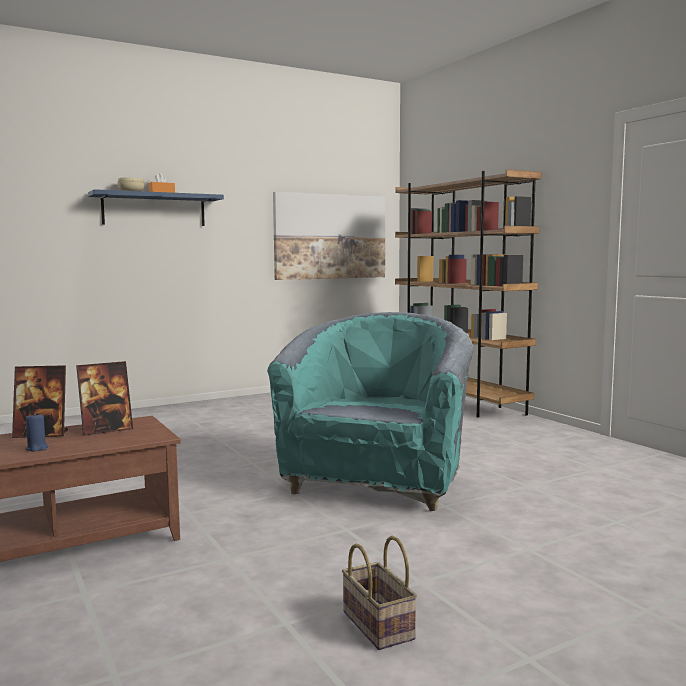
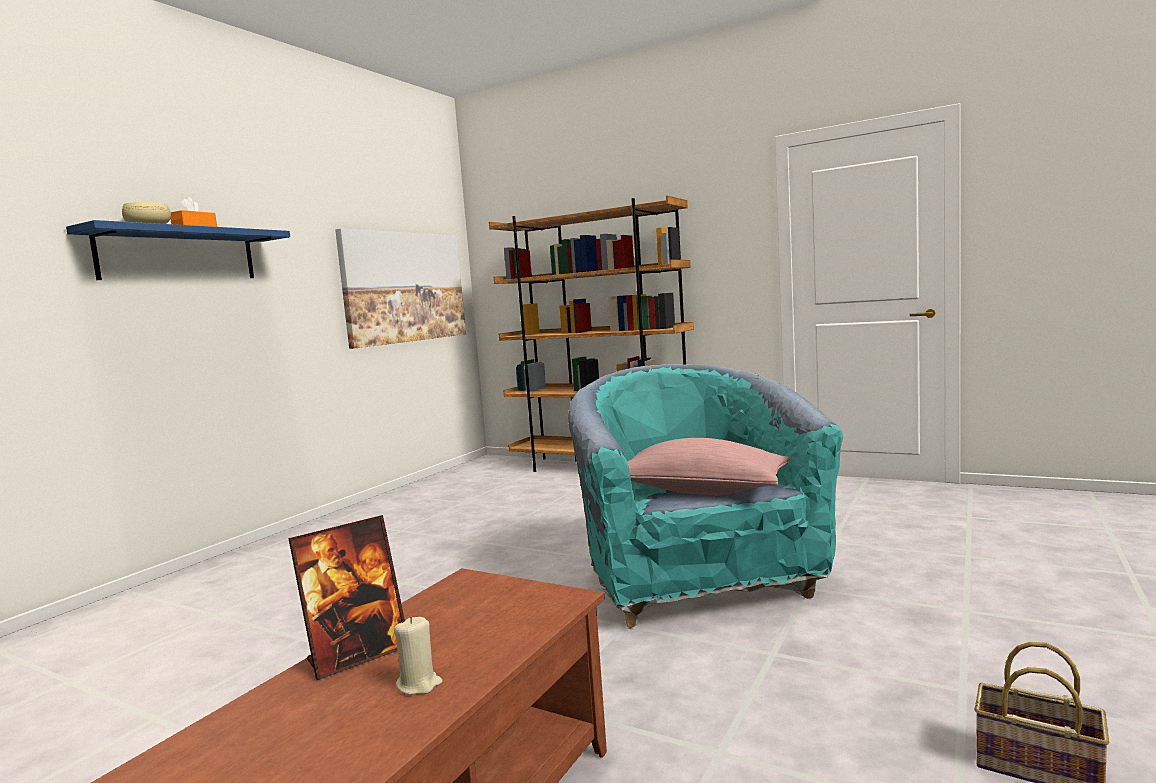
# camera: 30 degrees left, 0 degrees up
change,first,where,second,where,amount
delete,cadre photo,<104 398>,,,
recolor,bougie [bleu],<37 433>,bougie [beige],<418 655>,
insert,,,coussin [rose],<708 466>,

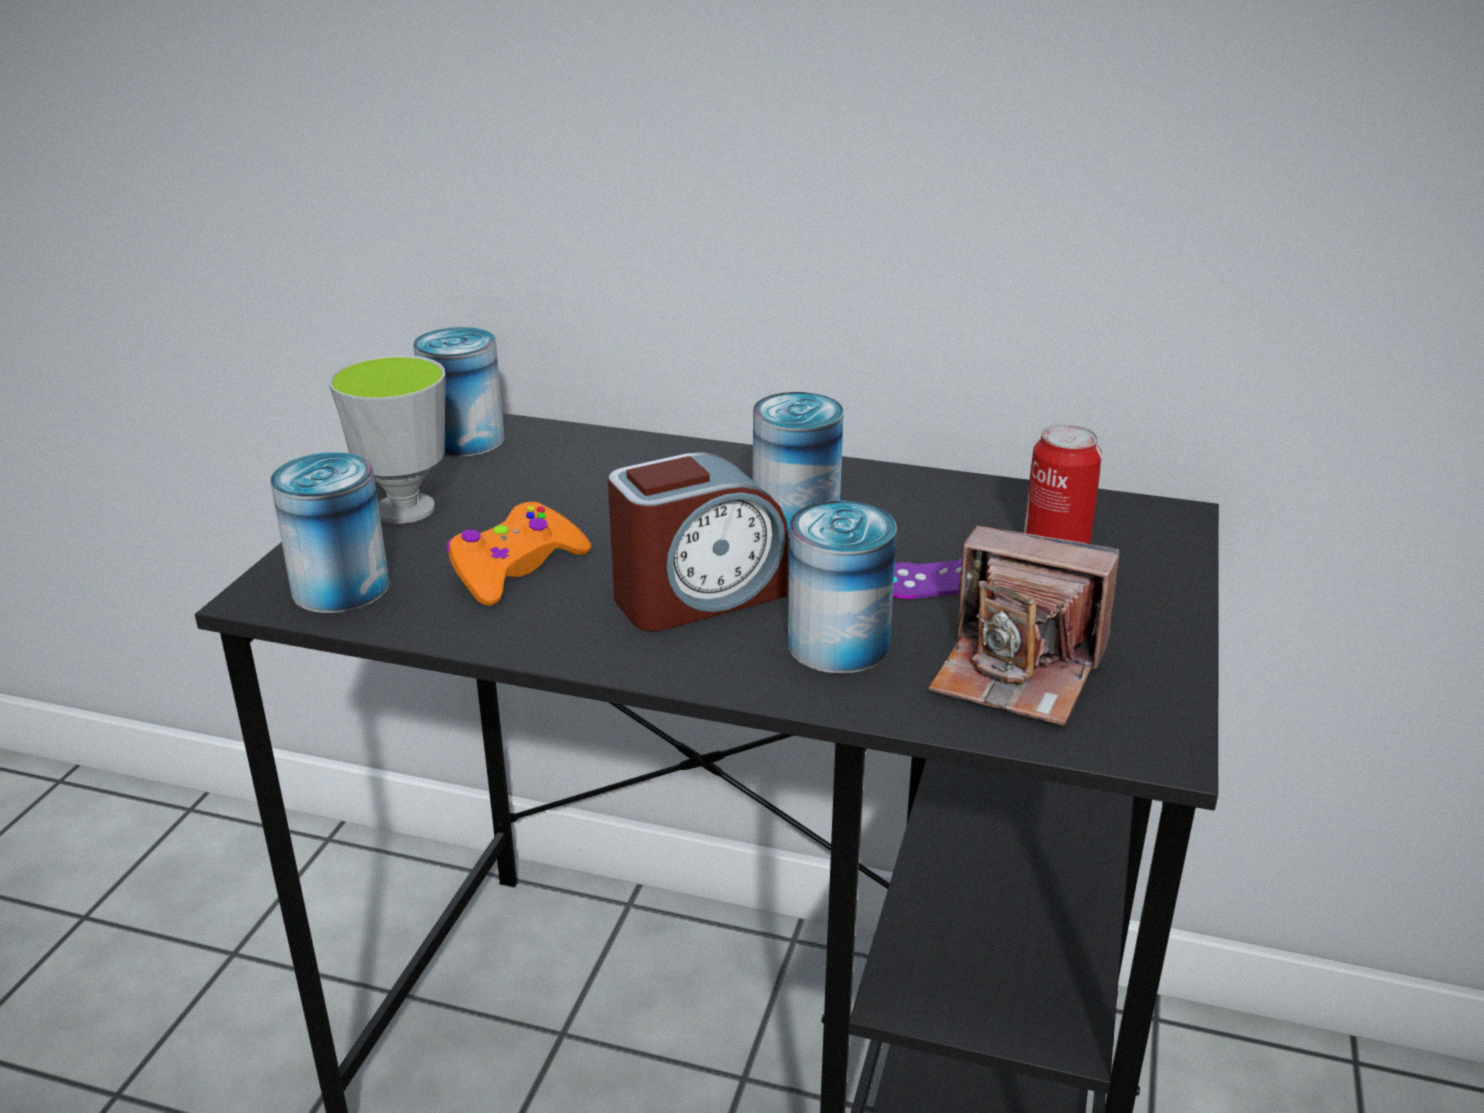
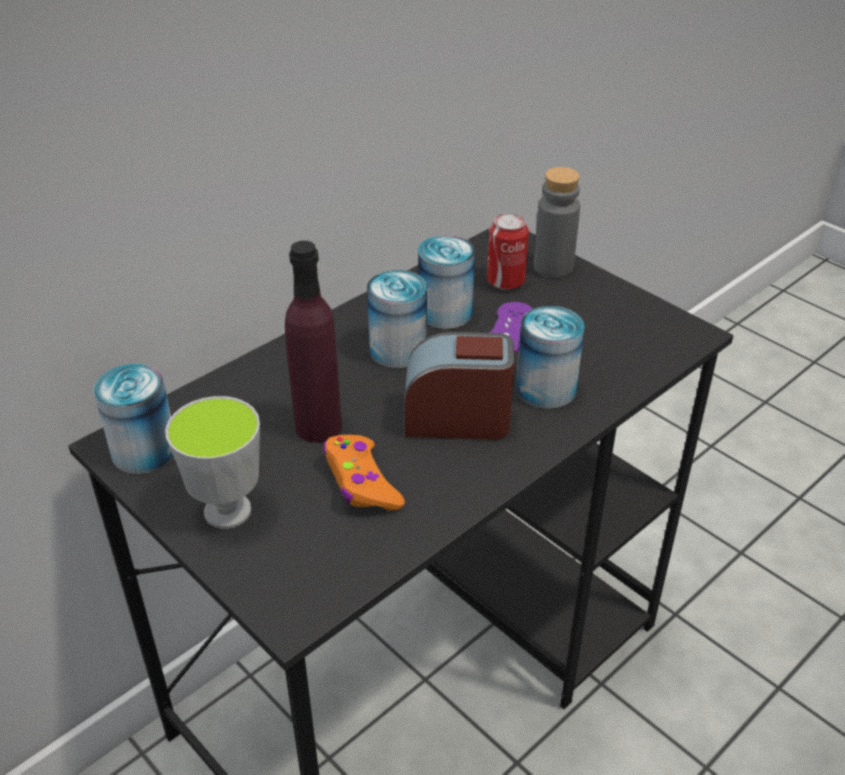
# camera: 60 degrees left, 10 degrees up
change,first,where,second,where,amount
move,boîte métallique,<330 532>,,<446 282>,
rotate,réveil,<698 541>,,<459 386>,90 degrees counterclockwise
delete,appareil photo,<1023 625>,,,
insert,,,bouteille [gris],<557 222>,
insert,,,bouteille [violet],<313 342>,

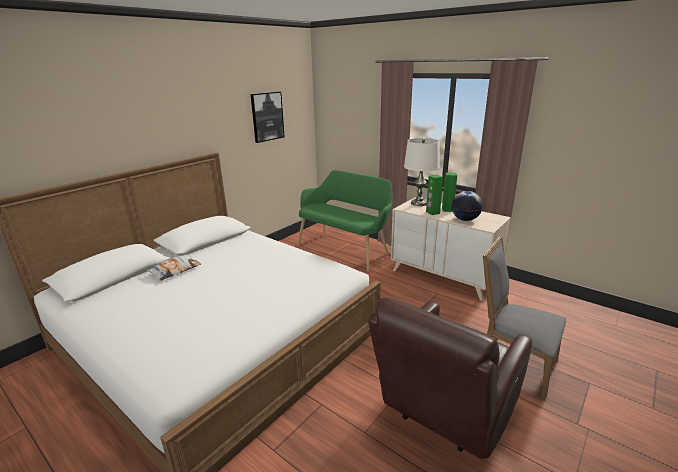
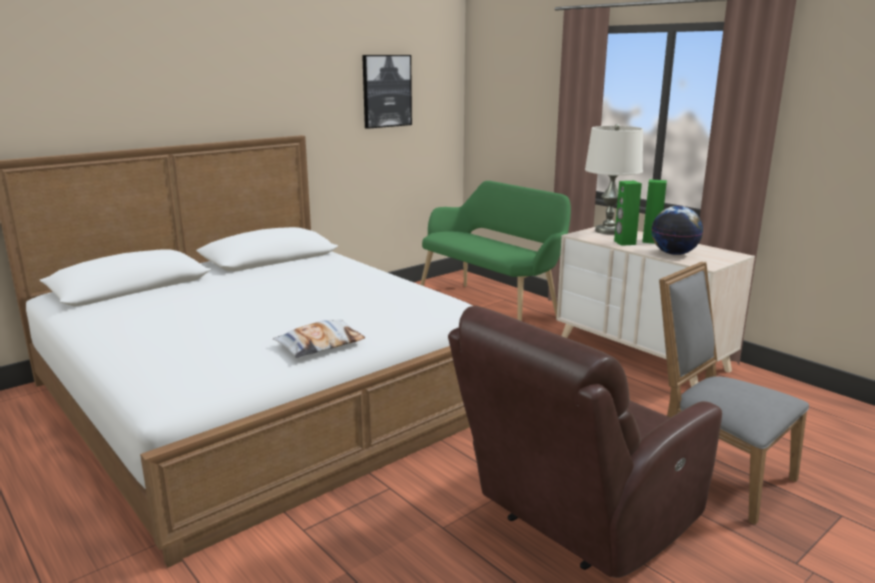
# camera: 10 degrees right, 5 degrees down
change,first,where,second,where,amount
move,coussin,<174 267>,,<319 339>,

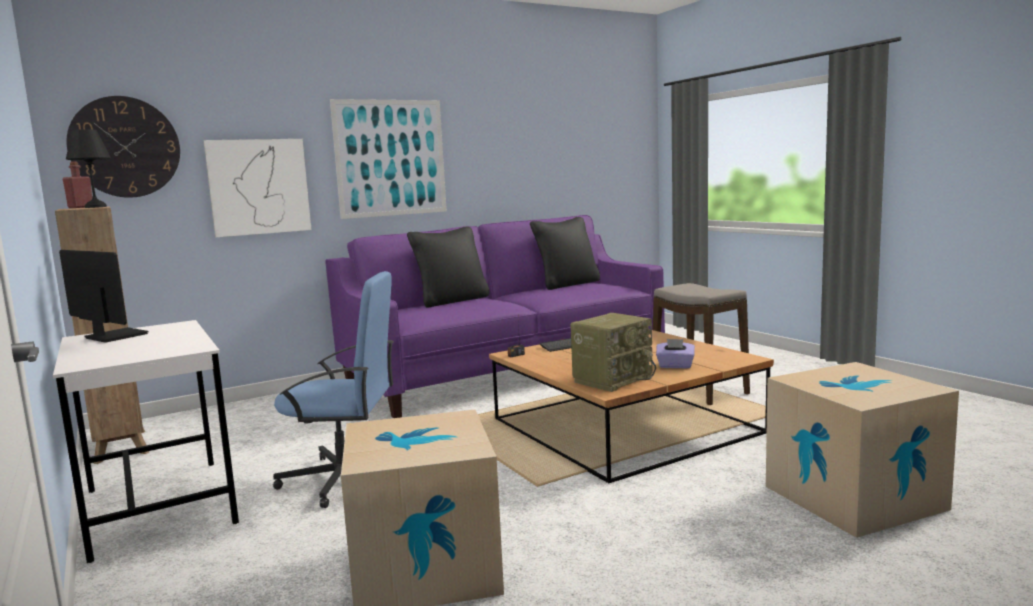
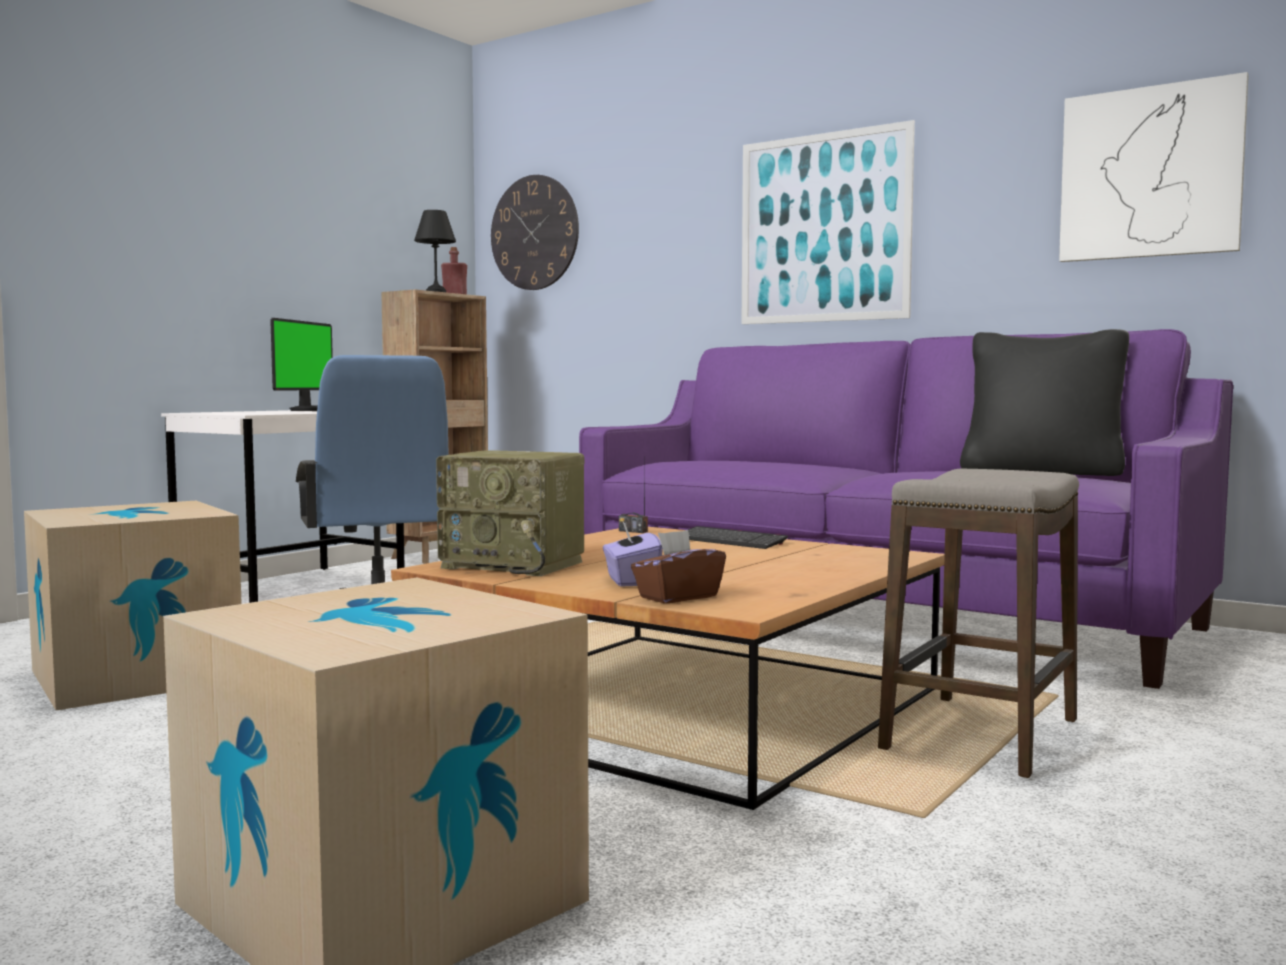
# camera: 65 degrees right, 5 degrees down
change,first,where,second,where,amount
move,tableau,<258 188>,,<1154 167>,
delete,coussin [noir],<448 267>,,,
insert,,,boîte à mouchoirs [marron],<678 566>,

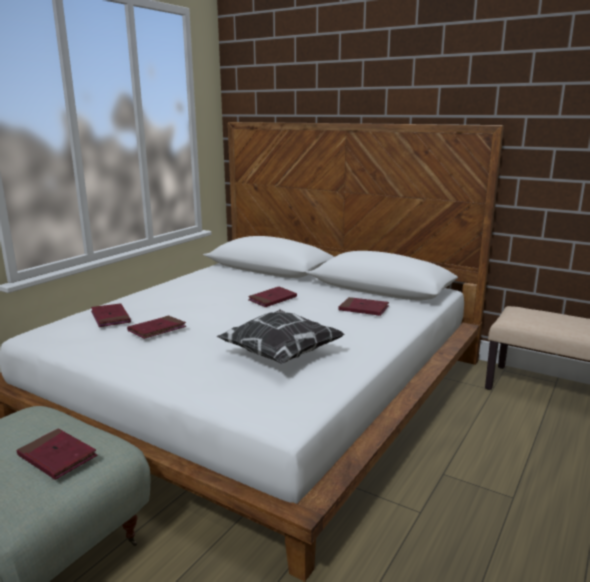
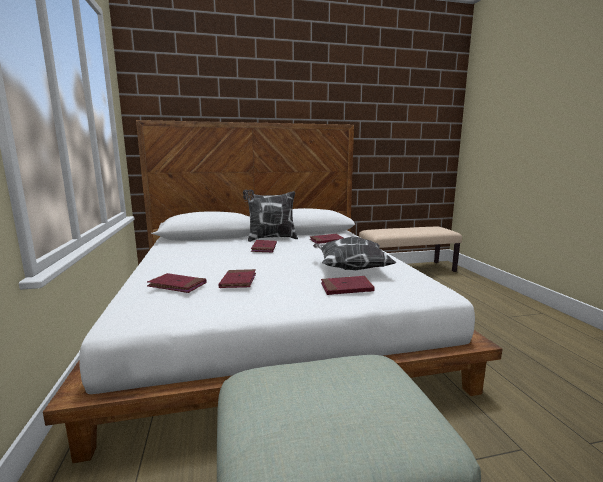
# camera: 45 degrees left, 5 degrees down
change,first,where,second,where,amount
move,livre [rouge],<57 454>,,<348 285>,
insert,,,coussin,<270 215>,

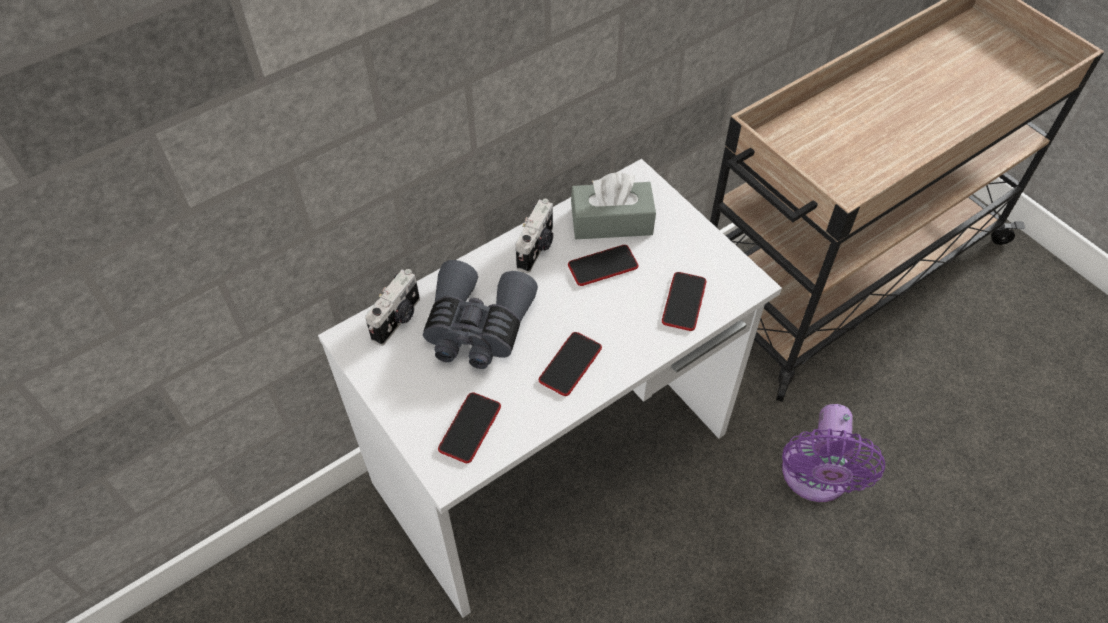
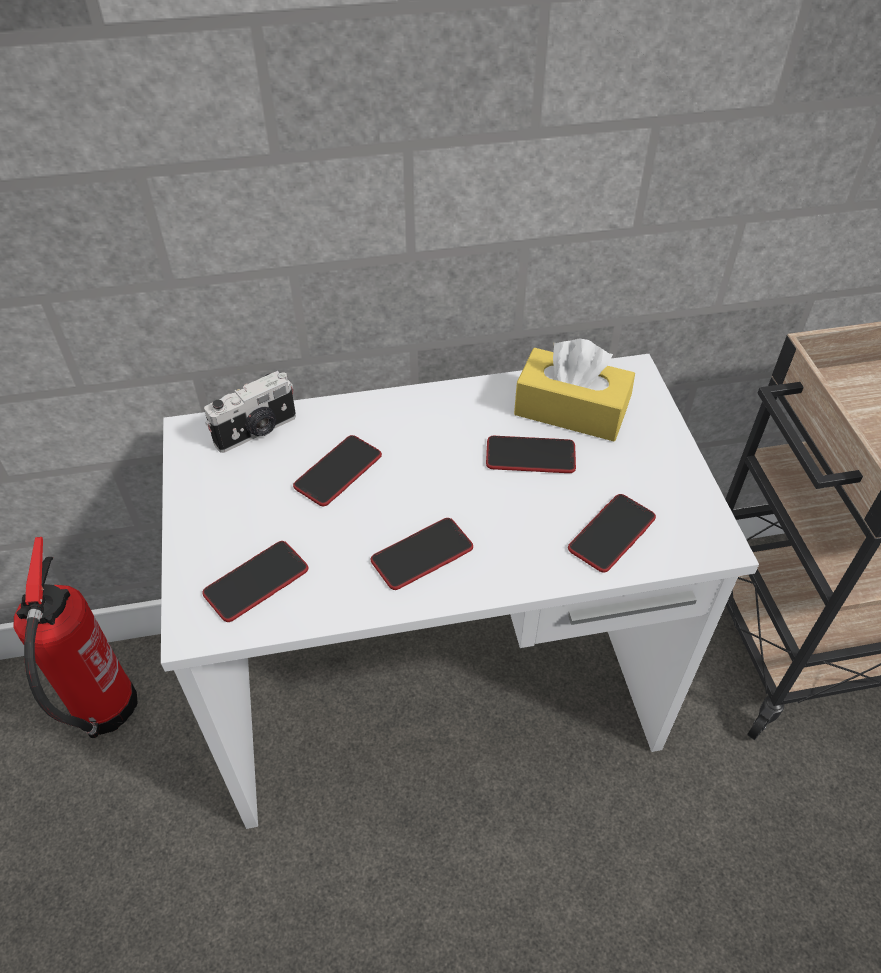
# camera: 25 degrees right, 5 degrees down
change,first,where,second,where,amount
recolor,boîte à mouchoirs [gris],<613 205>,boîte à mouchoirs [jaune],<574 390>,
delete,appareil photo,<534 236>,,,
replace,jumelles [gris],<480 314>,téléphone,<337 470>,
delete,ventilateur [violet],<833 453>,,,
insert,,,extincteur,<76 637>,

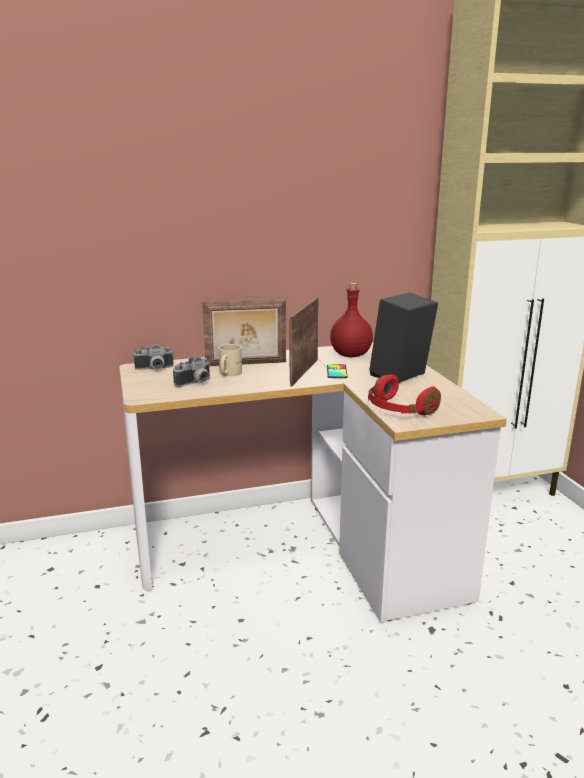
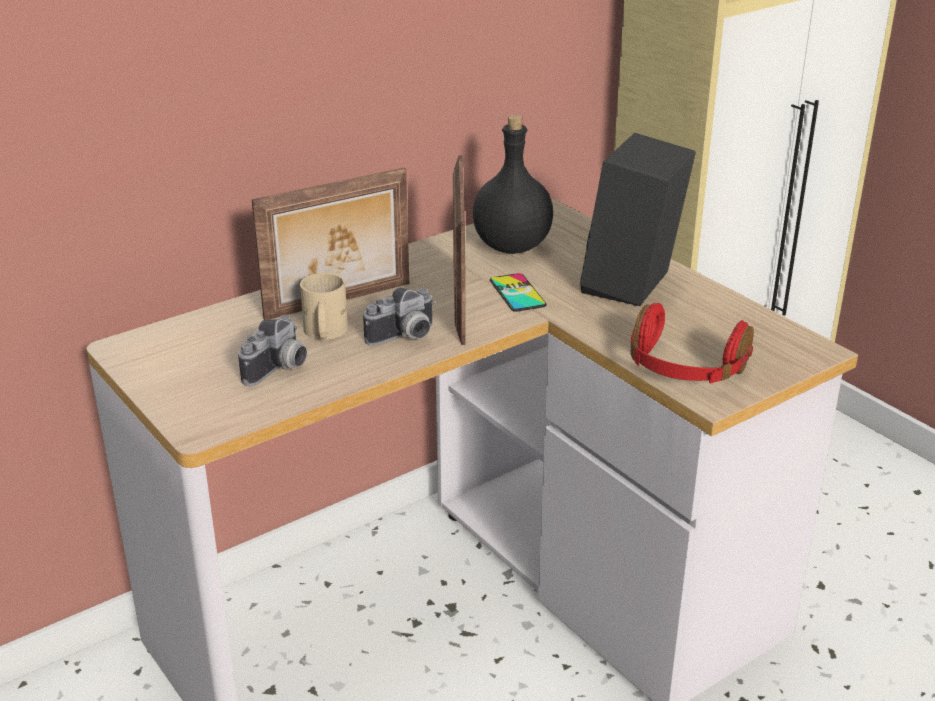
# camera: 20 degrees left, 10 degrees up
change,first,where,second,where,amount
recolor,bouteille [rouge],<351 320>,bouteille [noir],<513 184>,
move,appareil photo,<153 357>,,<399 316>,

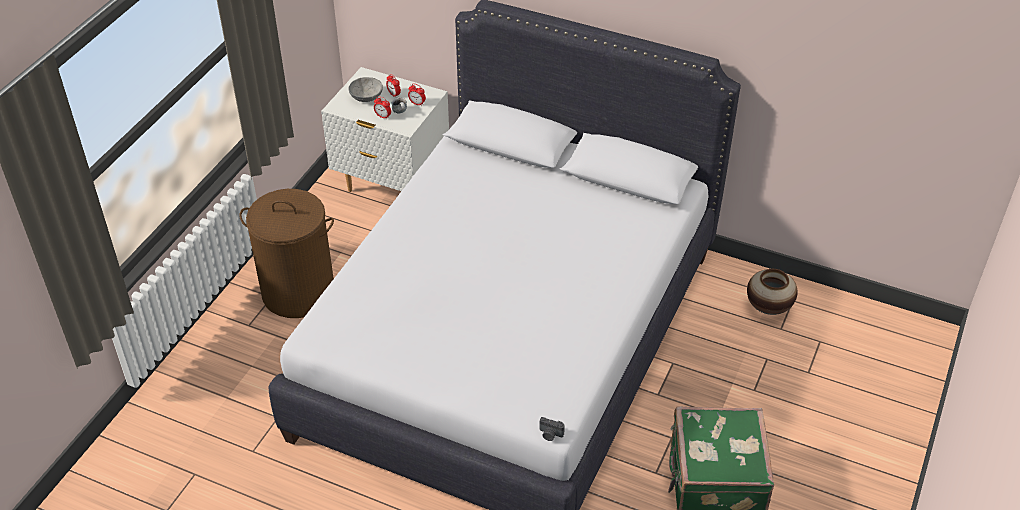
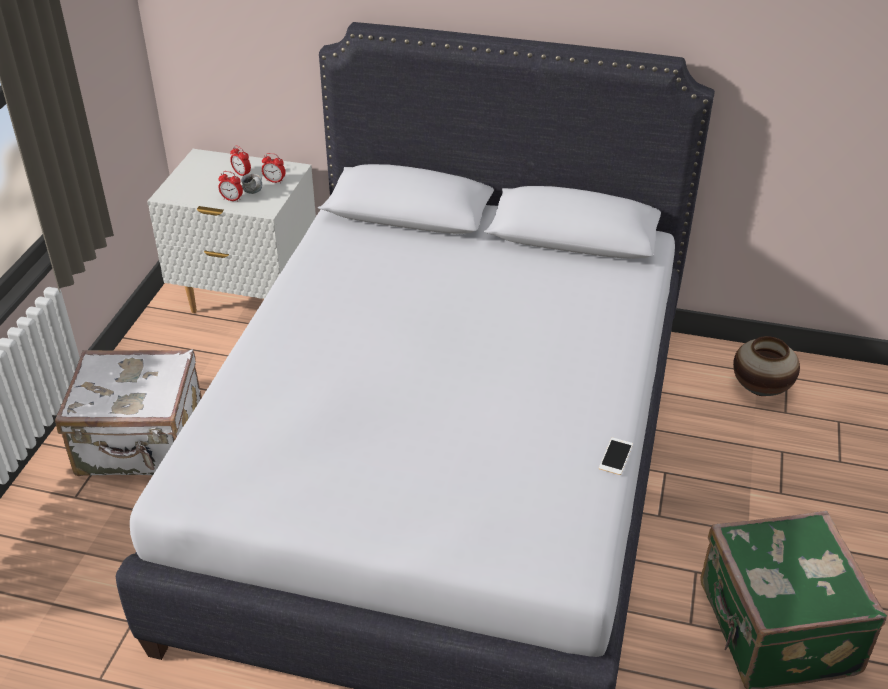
# camera: 10 degrees left, 5 degrees down
change,first,where,second,where,amount
delete,bol [gris],<365 89>,,,
replace,panier à linge [marron],<287 253>,valise [blanc],<128 412>,
delete,appareil photo,<552 429>,,,
insert,,,téléphone,<616 456>,

